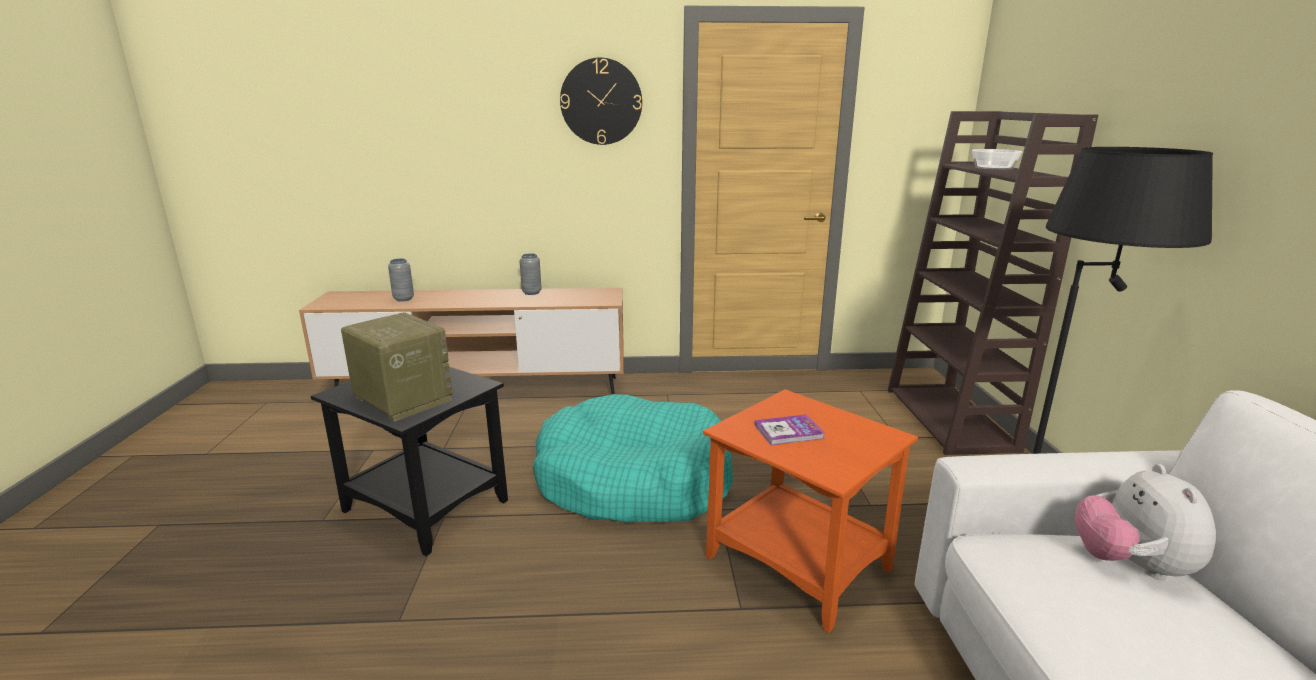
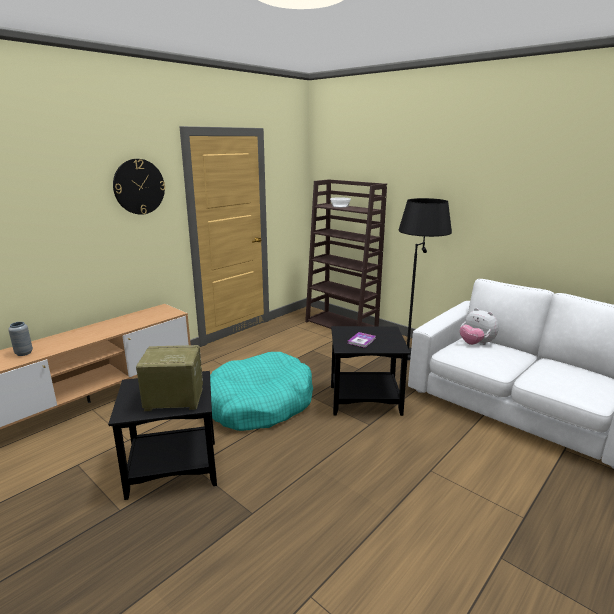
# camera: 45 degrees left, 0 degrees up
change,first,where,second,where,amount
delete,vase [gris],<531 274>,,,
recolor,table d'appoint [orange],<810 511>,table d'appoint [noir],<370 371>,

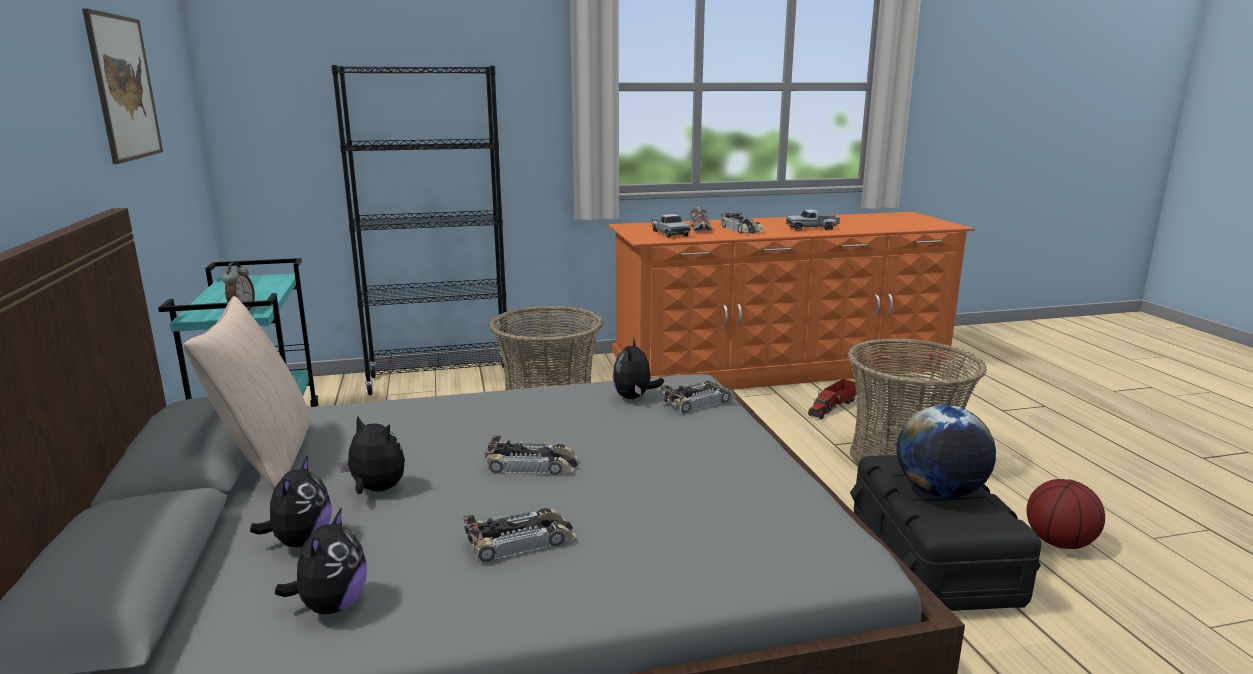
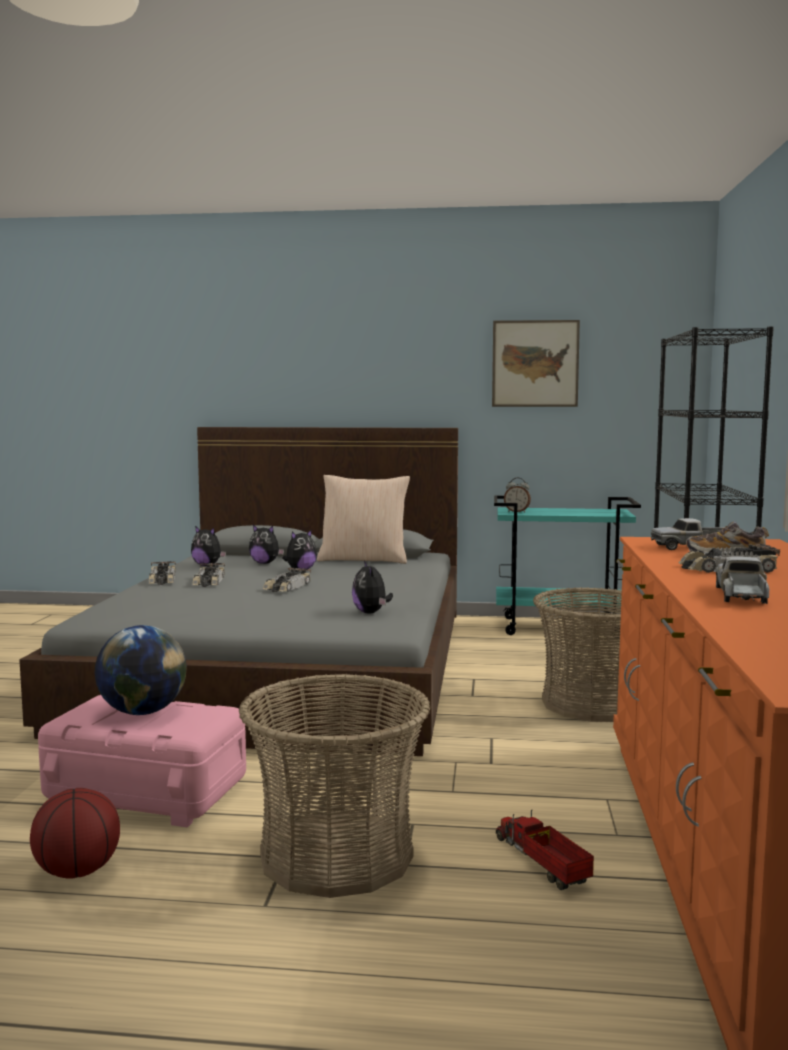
# camera: 110 degrees right, 10 degrees down
change,first,where,second,where,amount
rotate,peluche,<638 368>,,<372 587>,135 degrees counterclockwise
move,petite voiture,<698 397>,,<162 573>,
recolor,boîte de rangement [noir],<945 533>,boîte de rangement [rose],<142 761>,

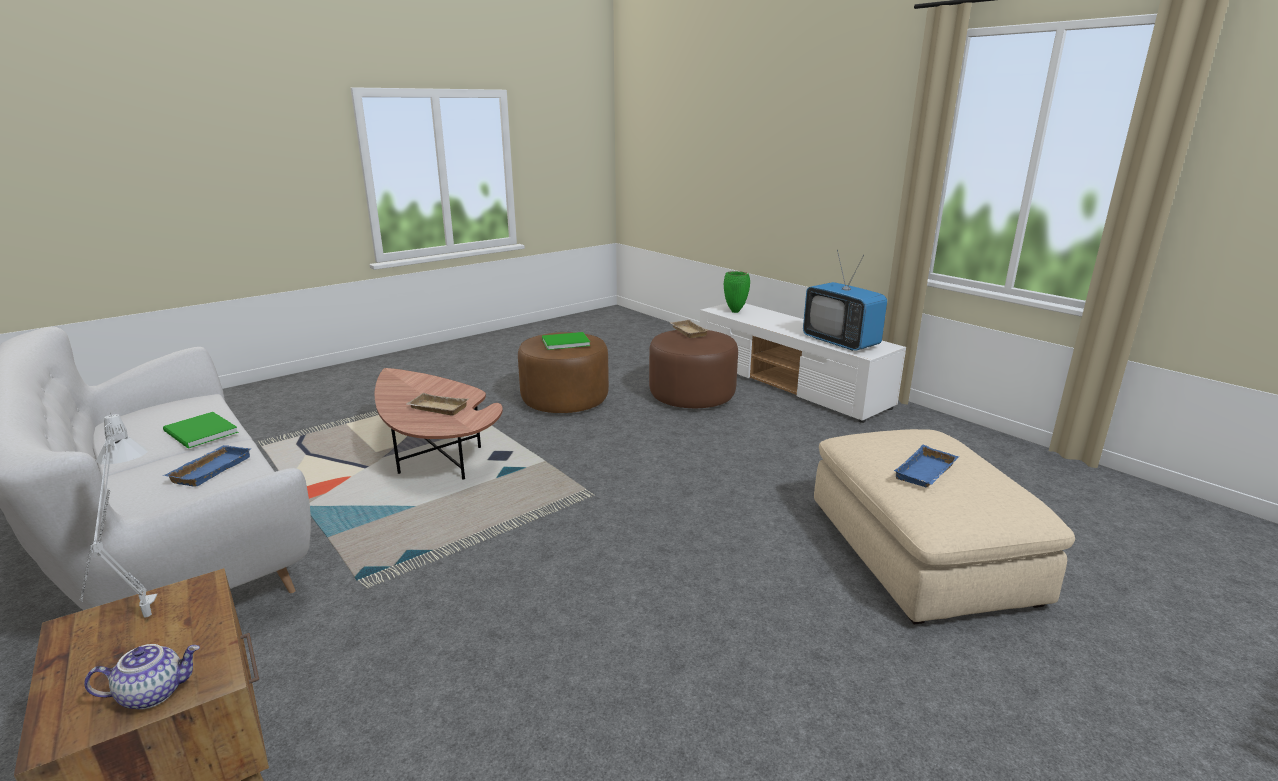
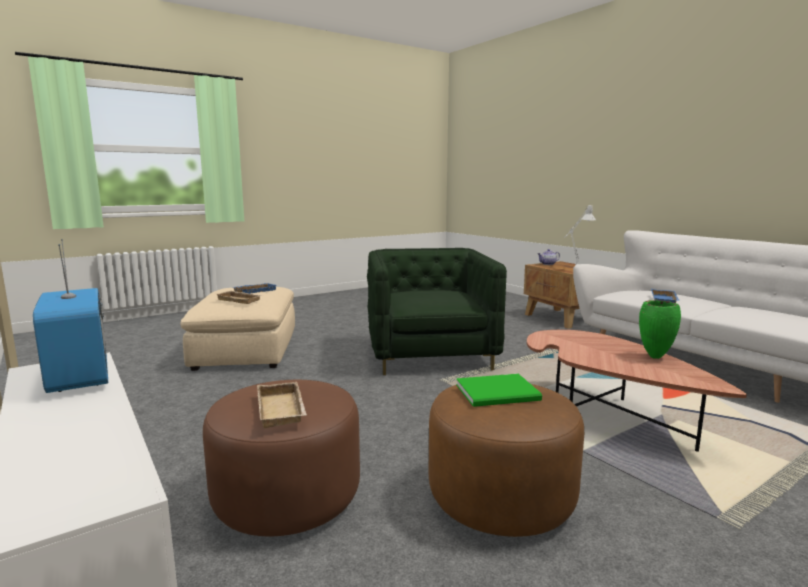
# camera: 175 degrees left, 10 degrees down
change,first,where,second,where,amount
move,vase [vert],<737 292>,,<660 329>,
move,plateau [beige],<437 404>,,<240 297>,
delete,livre [vert],<201 430>,,,
insert,,,fauteuil [vert],<437 311>,

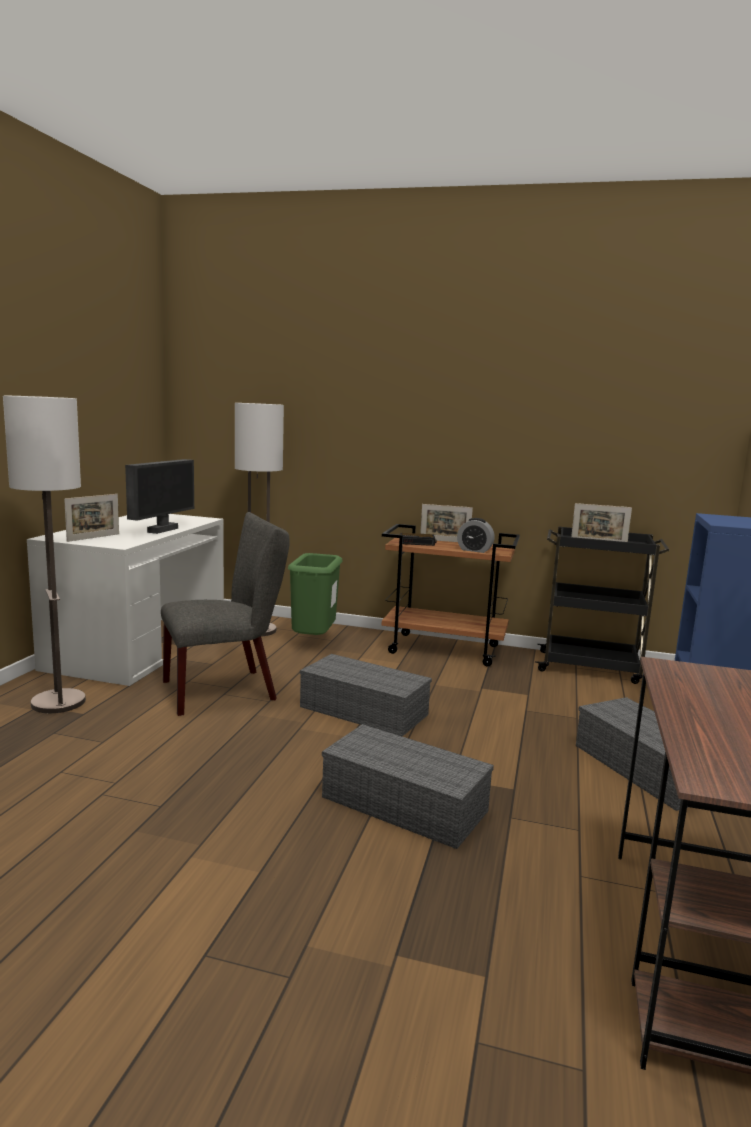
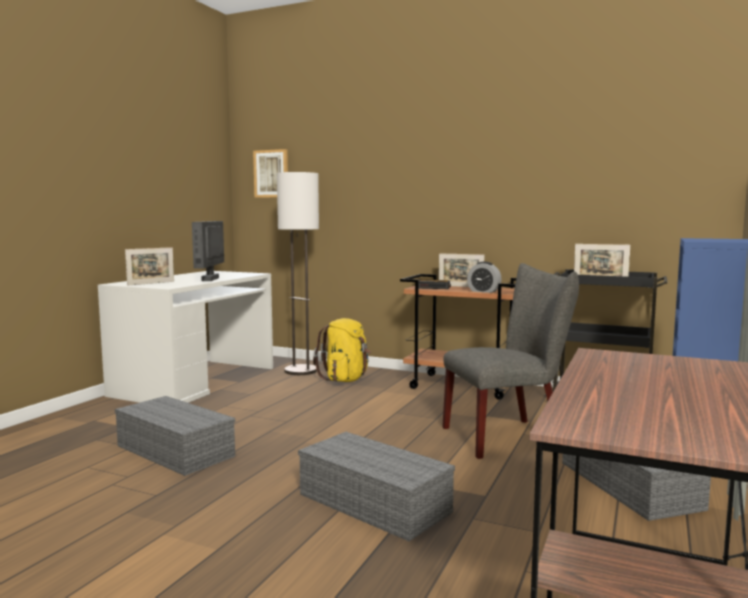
# camera: 10 degrees right, 5 degrees down
change,first,where,second,where,amount
delete,lampadaire,<44 554>,,,
rotate,écran d'ordinateur,<159 496>,,<208 251>,150 degrees clockwise
move,chaise [gris],<225 614>,,<510 361>,
replace,poubelle [vert],<315 594>,sac à dos [jaune],<342 350>,
move,boîte de rangement [gris],<366 695>,,<175 436>,
insert,,,tableau,<270 173>,

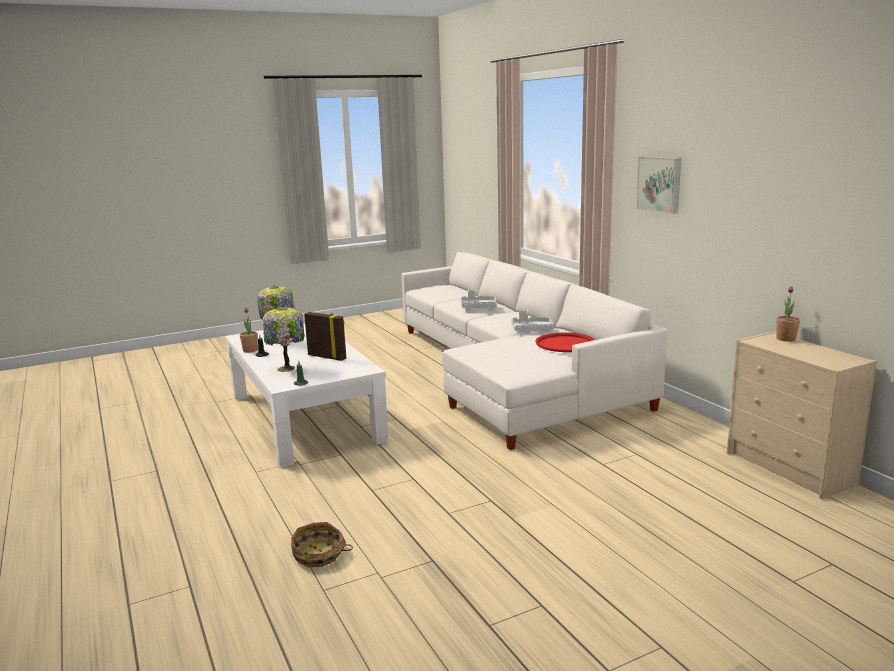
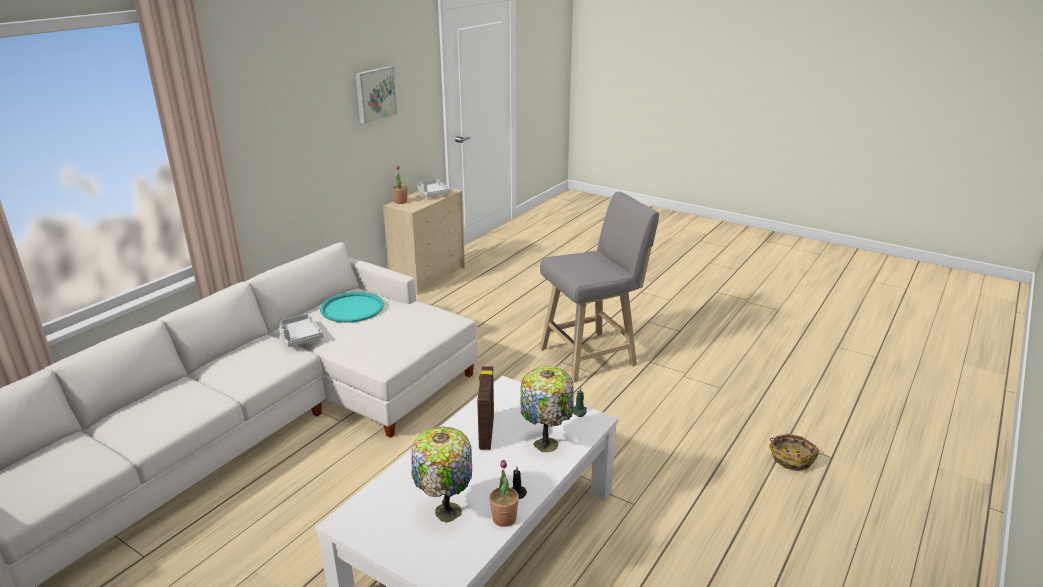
# camera: 120 degrees left, 10 degrees up
change,first,where,second,where,amount
move,tableau,<658 185>,,<376 95>,
move,plateau [gris],<479 299>,,<434 188>,
recolor,plateau [rouge],<565 342>,plateau [turquoise],<352 307>,
move,panier,<322 544>,,<794 452>,
insert,,,tabouret [gris],<599 287>,

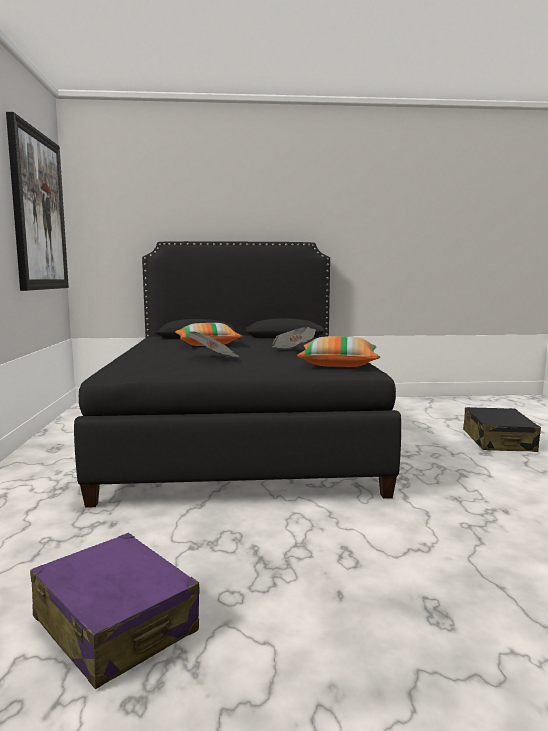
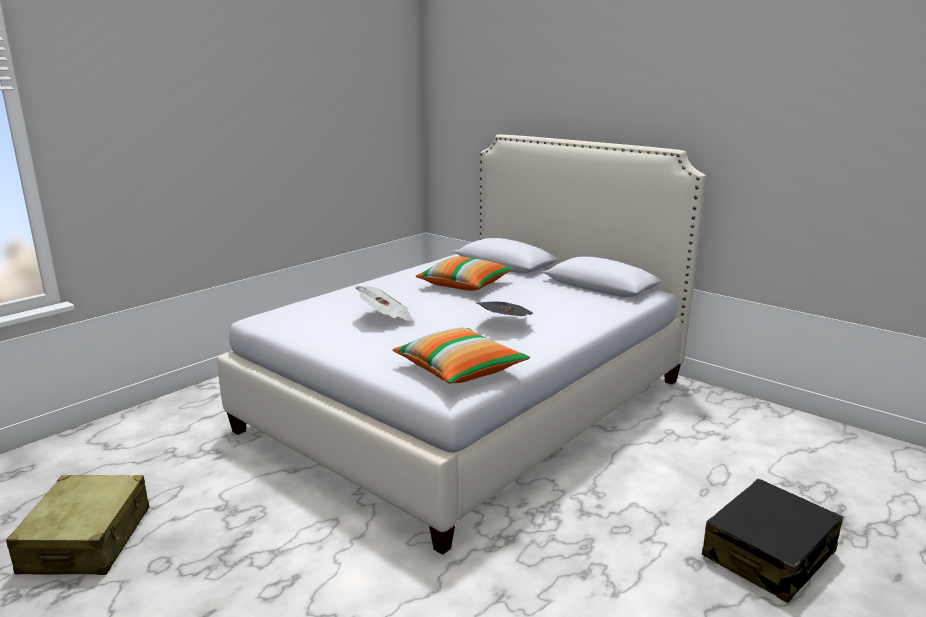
# camera: 45 degrees right, 10 degrees up
change,first,where,second,where,amount
delete,tableau,<37 201>,,,
recolor,lit [noir],<237 374>,lit [blanc],<461 344>,
recolor,valise [violet],<114 611>,valise [beige],<77 525>,

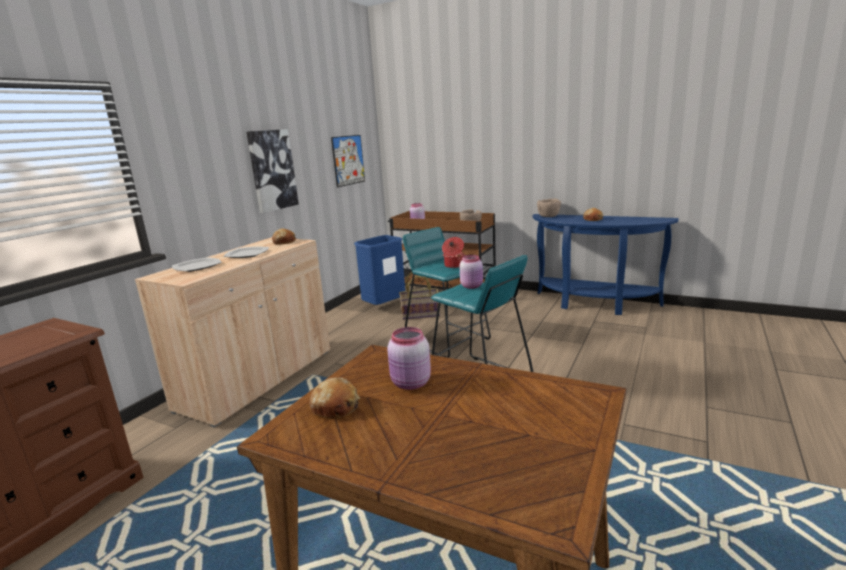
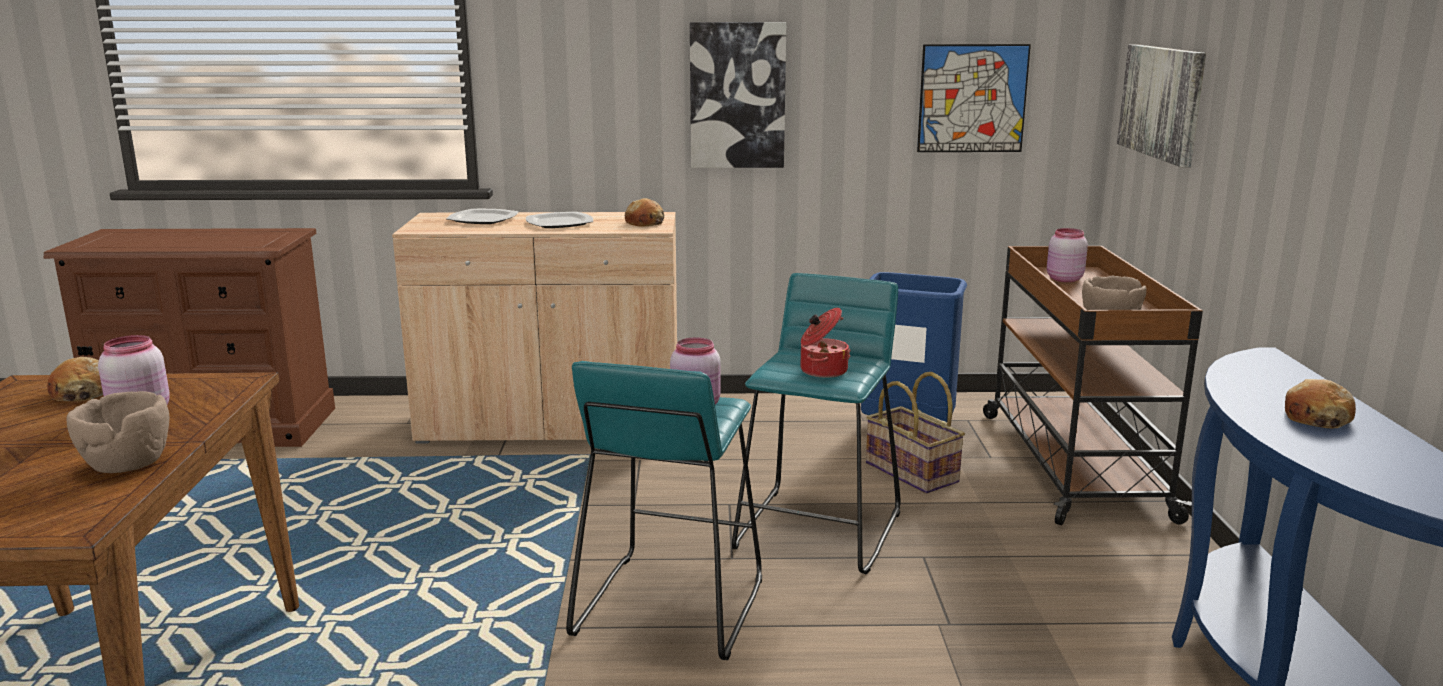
# camera: 60 degrees right, 0 degrees up
change,first,where,second,where,amount
move,bol [marron],<549 208>,,<118 432>,
insert,,,tableau,<1161 106>,

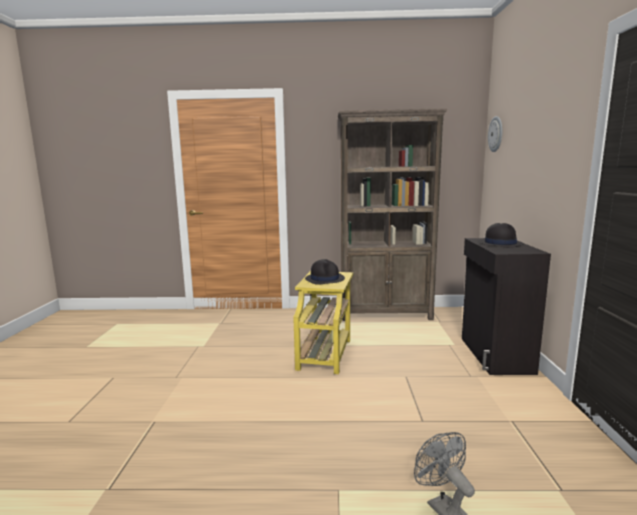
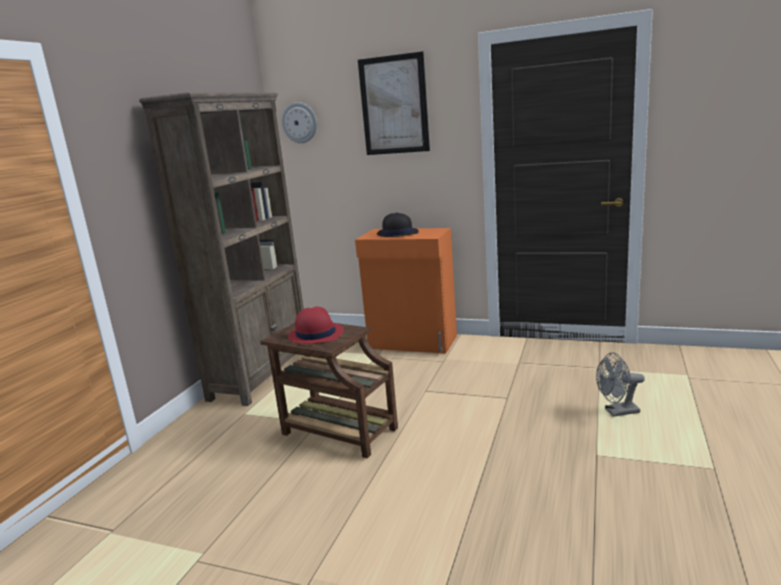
# camera: 70 degrees left, 5 degrees up
change,first,where,second,where,amount
recolor,meuble de rangement [noir],<506 306>,meuble de rangement [orange],<406 290>,
recolor,chapeau [noir],<325 272>,chapeau [rouge],<316 325>,
recolor,table d'appoint [jaune],<323 322>,table d'appoint [marron],<329 390>,
insert,,,tableau,<394 103>,

